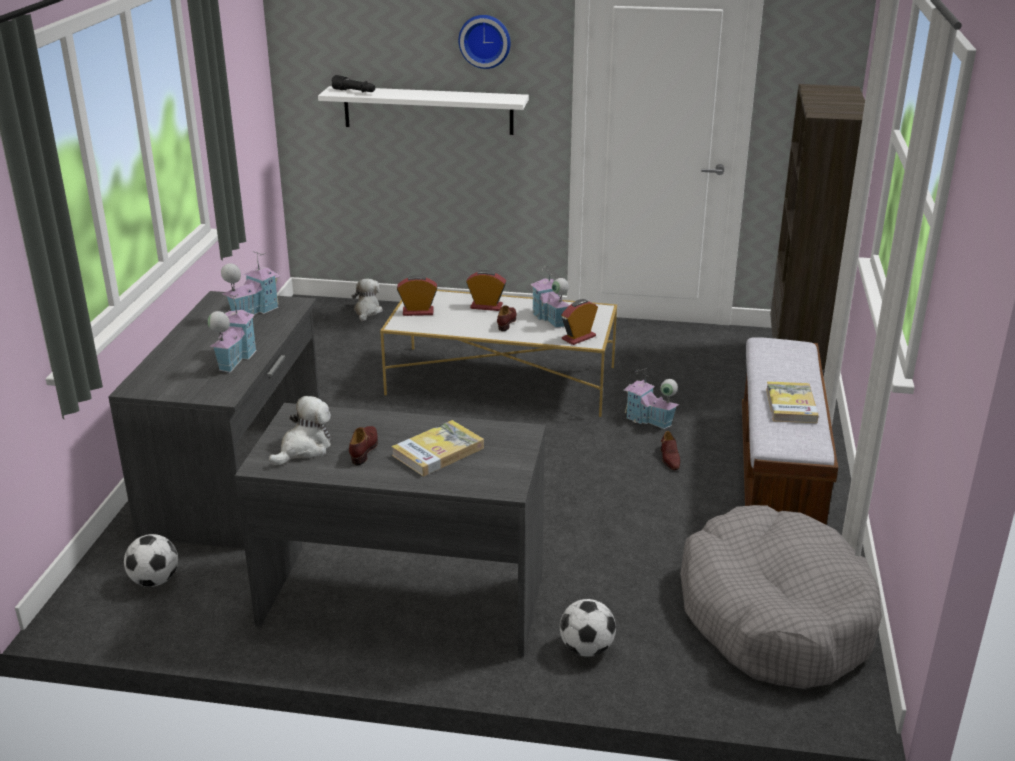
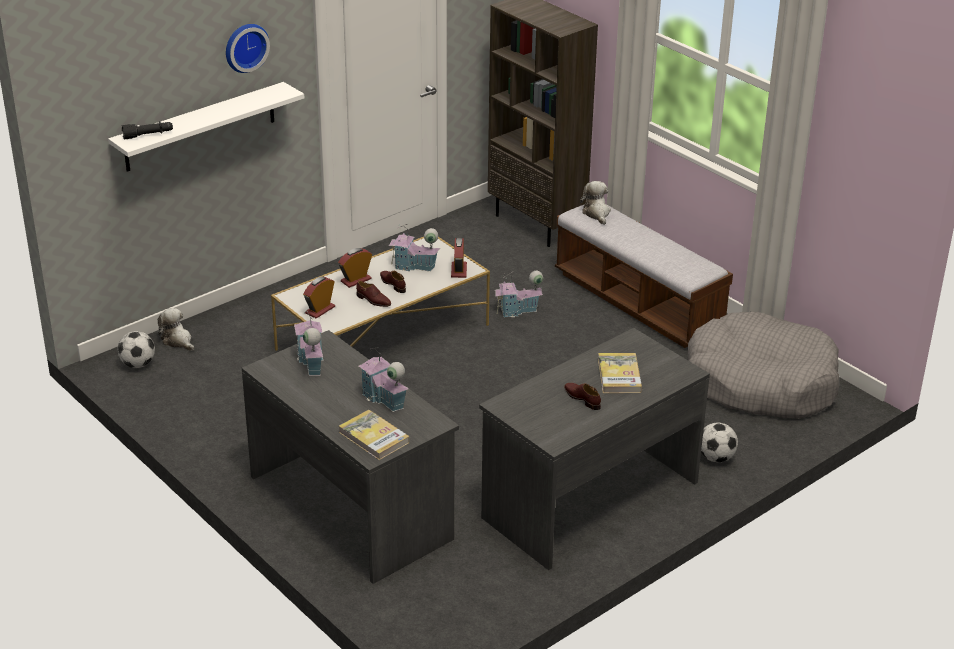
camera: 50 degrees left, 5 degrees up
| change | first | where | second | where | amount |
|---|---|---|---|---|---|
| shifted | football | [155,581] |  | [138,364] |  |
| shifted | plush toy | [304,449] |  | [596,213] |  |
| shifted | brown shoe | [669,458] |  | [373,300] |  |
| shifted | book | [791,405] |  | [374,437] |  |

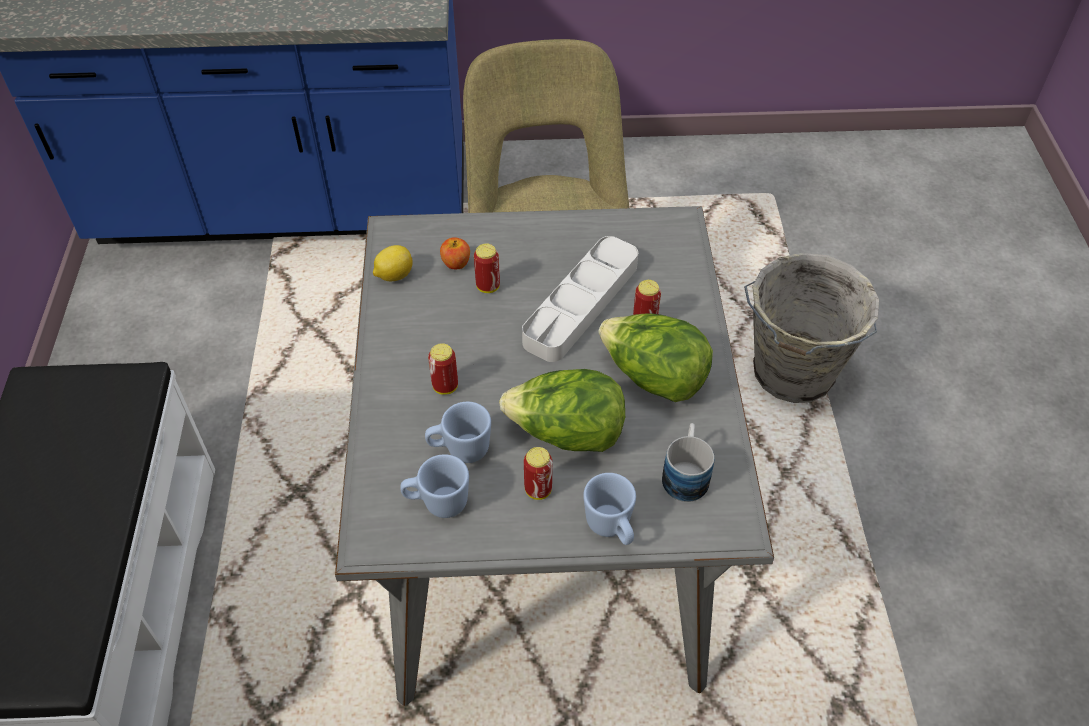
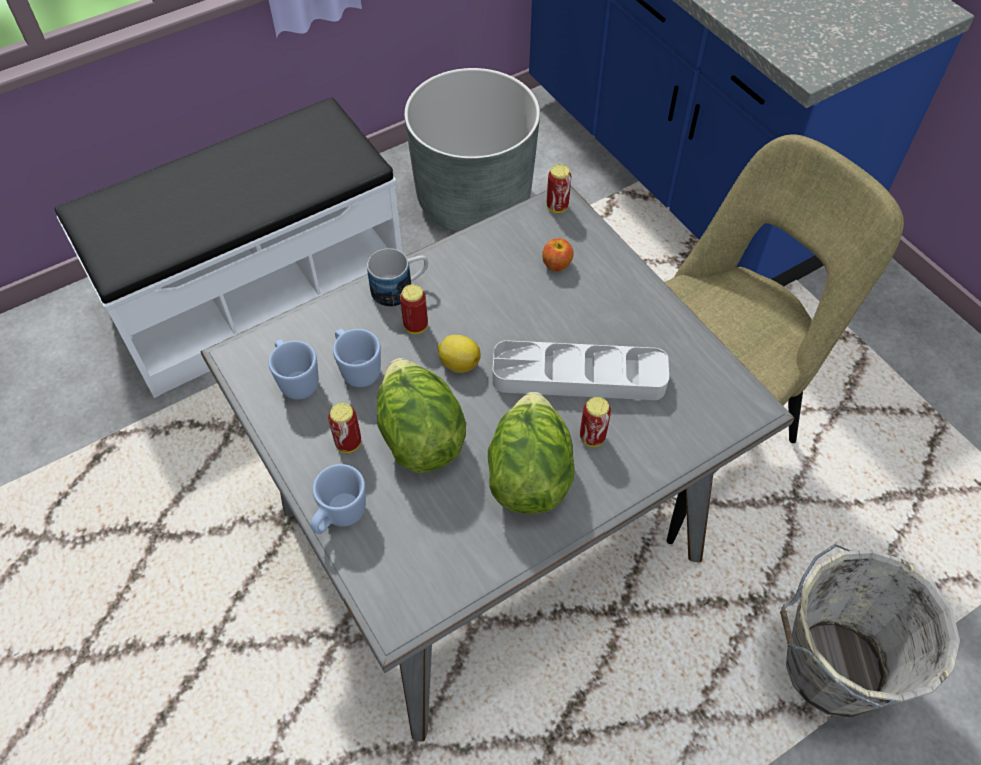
camera: 60 degrees right, 5 degrees up
| change | first | where | second | where | amount |
|---|---|---|---|---|---|
| new |  |  | grey planter | [473,199] |  |
| shifted | lemon | [394,275] |  | [458,363] |  |
| shifted | can | [488,287] |  | [557,207] |  |
| shifted | mug | [686,473] |  | [400,289] |  |

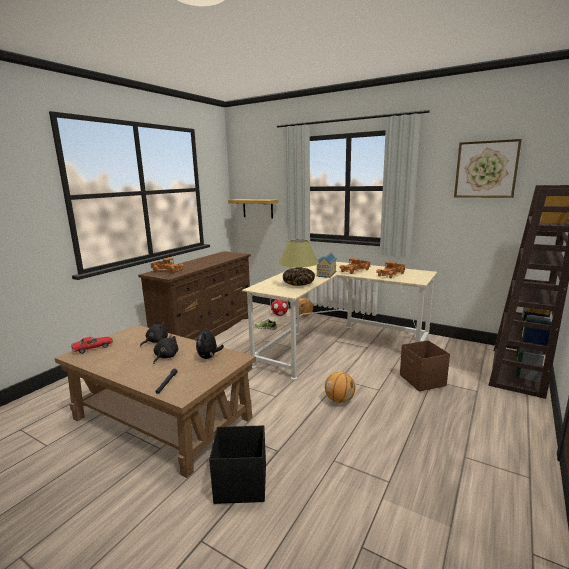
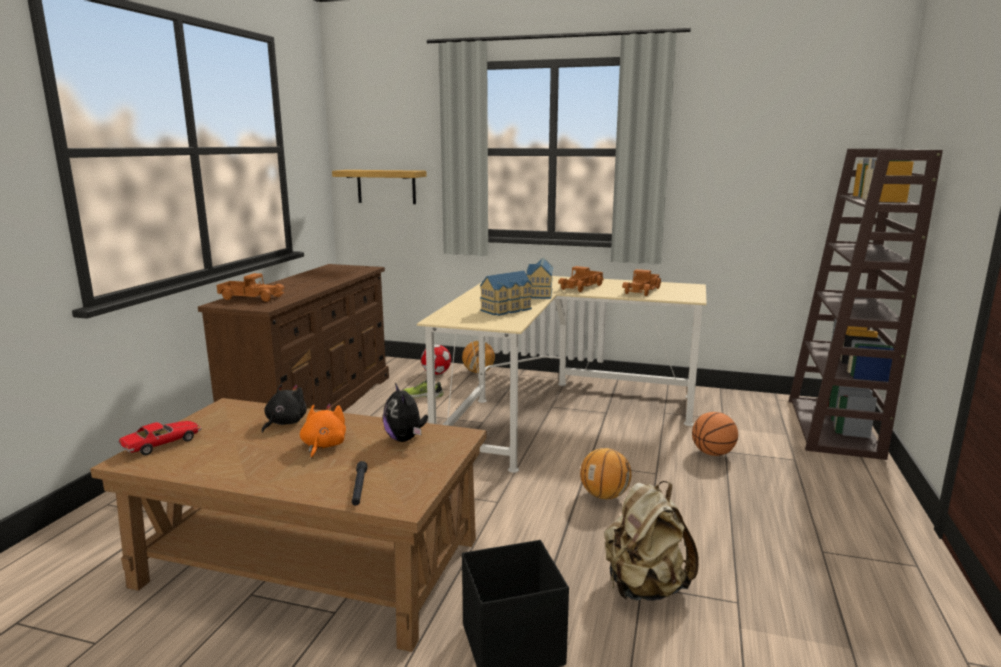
camera: 15 degrees left, 0 degrees up
| change | first | where | second | where | amount |
|---|---|---|---|---|---|
| gone | picture | [486,169] |  |  |  |
| new |  |  | beige backpack | [644,588] |  |
| swapped | table lamp | [299,283] | toy house | [508,309] |  |
| swapped | brown storage box | [422,381] | basketball | [712,453] |  |
| repainted | black plush toy | [165,357] | orange plush toy | [323,446] |  |

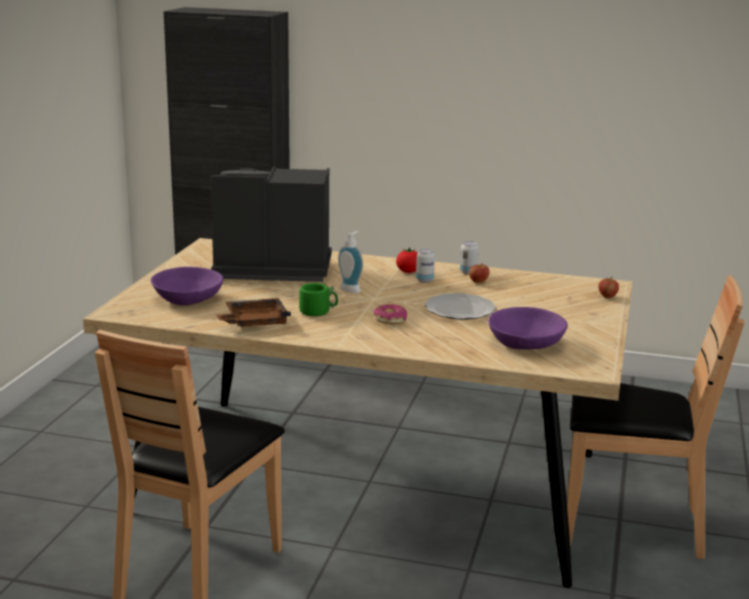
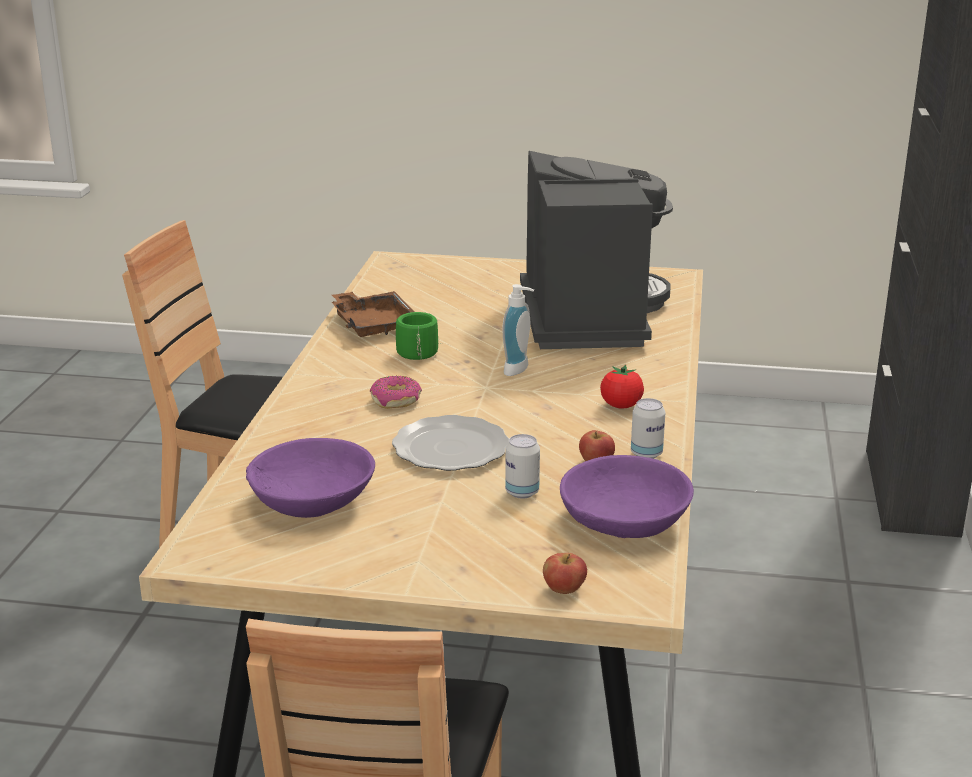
camera: 85 degrees right, 5 degrees up
| change | first | where | second | where | amount |
|---|---|---|---|---|---|
| shifted | purple bowl | [188,298] |  | [625,520] |  |
| shifted | can | [424,280] |  | [522,492] |  |

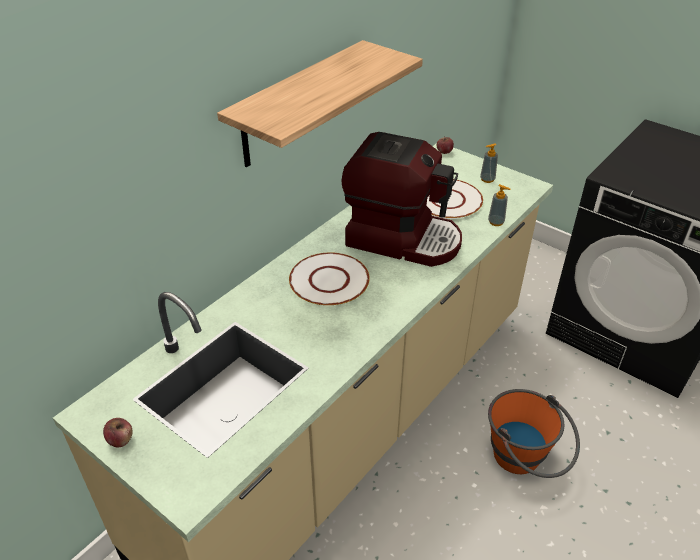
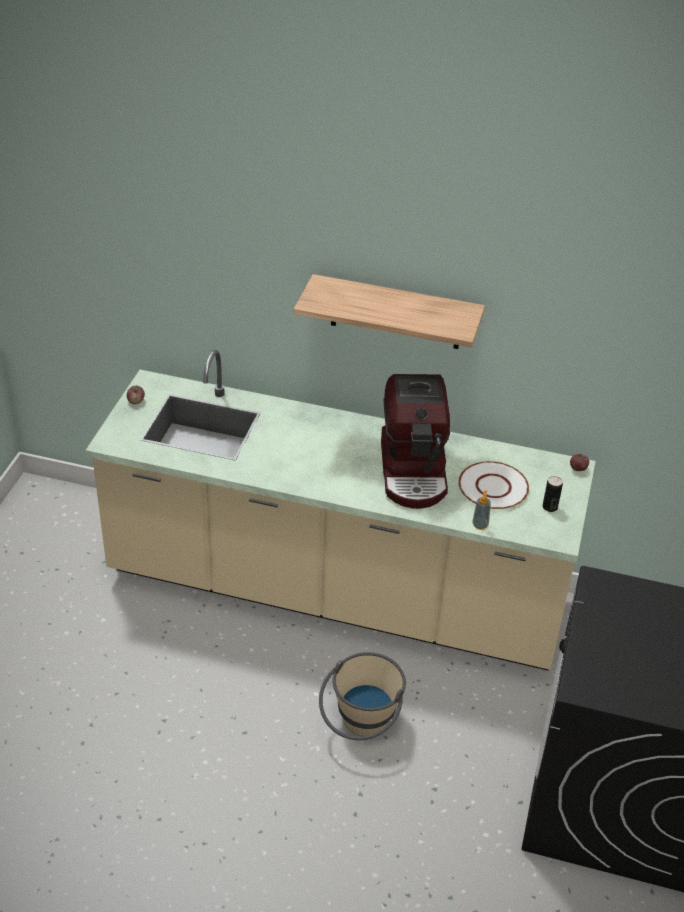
camera: 65 degrees right, 0 degrees up
| change | first | where | second | where | amount |
|---|---|---|---|---|---|
| gone | white plate | [329,281] |  |  |  |
| swapped | soap dispenser | [487,179] | can | [550,507] |  |
| repainted | orange bucket | [525,461] | beige bucket | [361,726] |  |

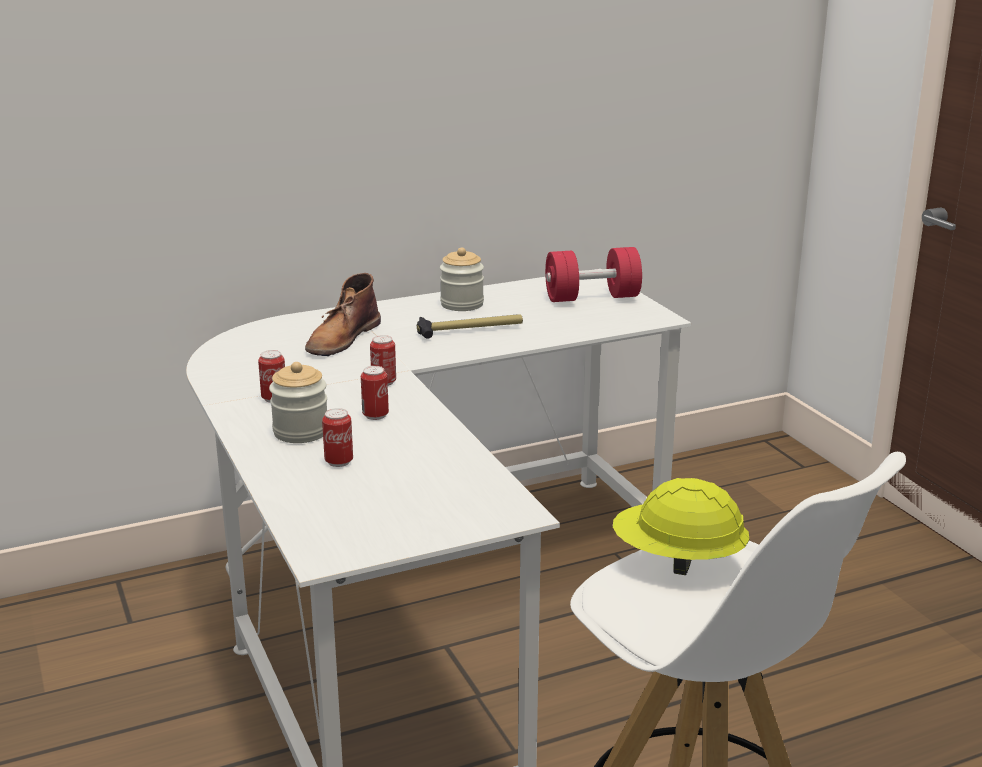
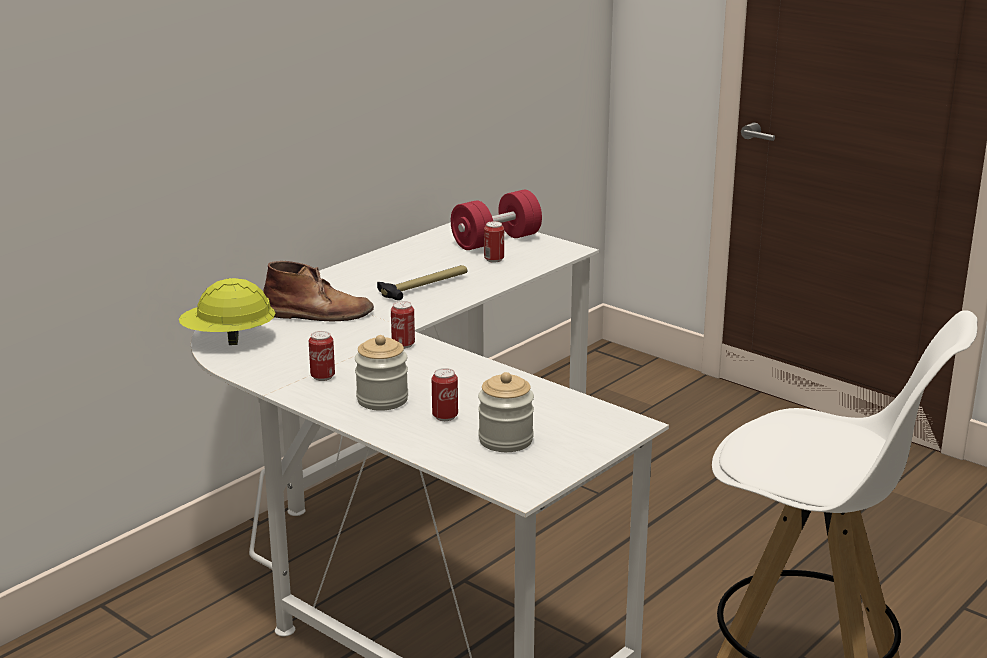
camera: 25 degrees left, 0 degrees up
| change | first | where | second | where | amount |
|---|---|---|---|---|---|
| shifted | can | [375,415] |  | [494,259] |  |
| shifted | jar | [462,304] |  | [505,440] |  |
| shifted | yellow hard hat | [677,561] |  | [229,339] |  |
| rotated | brown boot | [342,338] |  | [318,313] | 90 degrees counterclockwise |

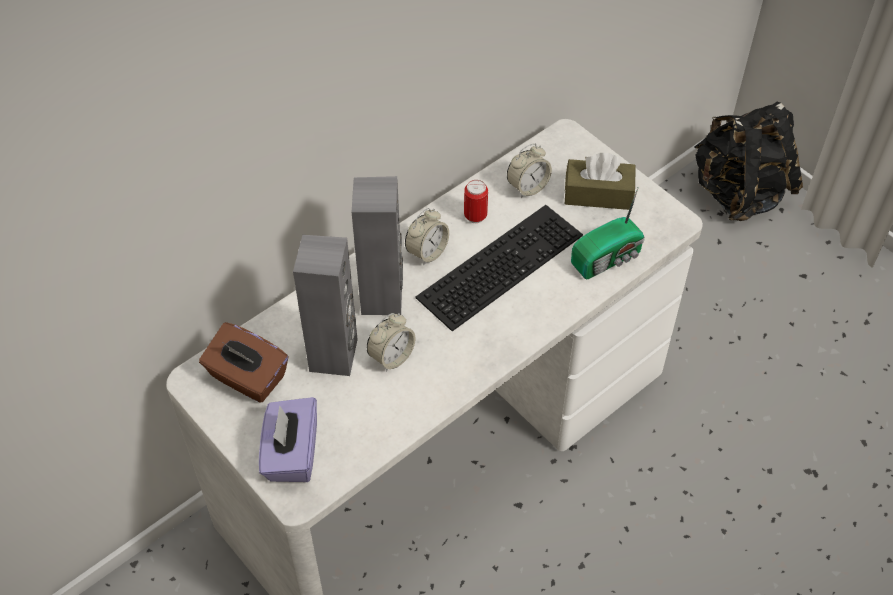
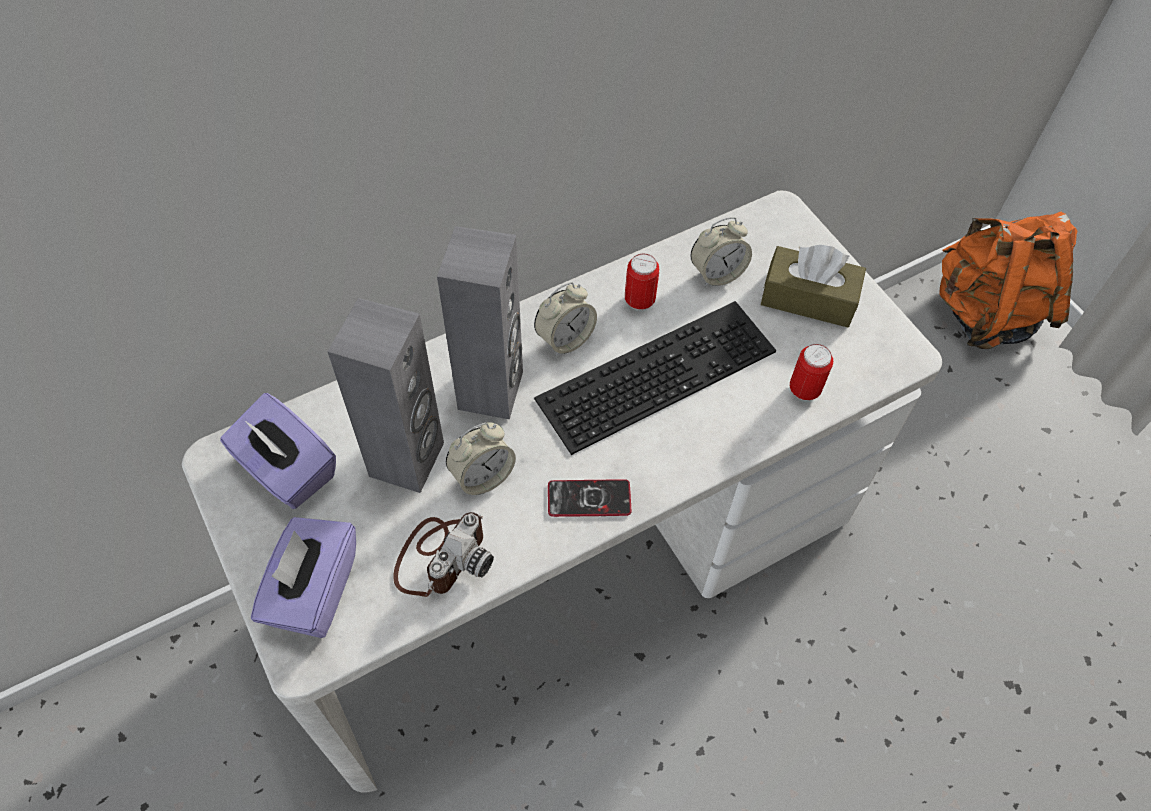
camera: 10 degrees right, 5 degrees up
| change | first | where | second | where | amount |
|---|---|---|---|---|---|
| new |  |  | photo camera | [442,556] |  |
| new |  |  | phone | [589,499] |  |
| swapped | radio | [608,258] | can | [804,390] |  |
| repainted | brown tissue box | [247,378] | purple tissue box | [287,470] |  |
| repainted | black backpack | [738,193] | orange backpack | [984,314] |  |

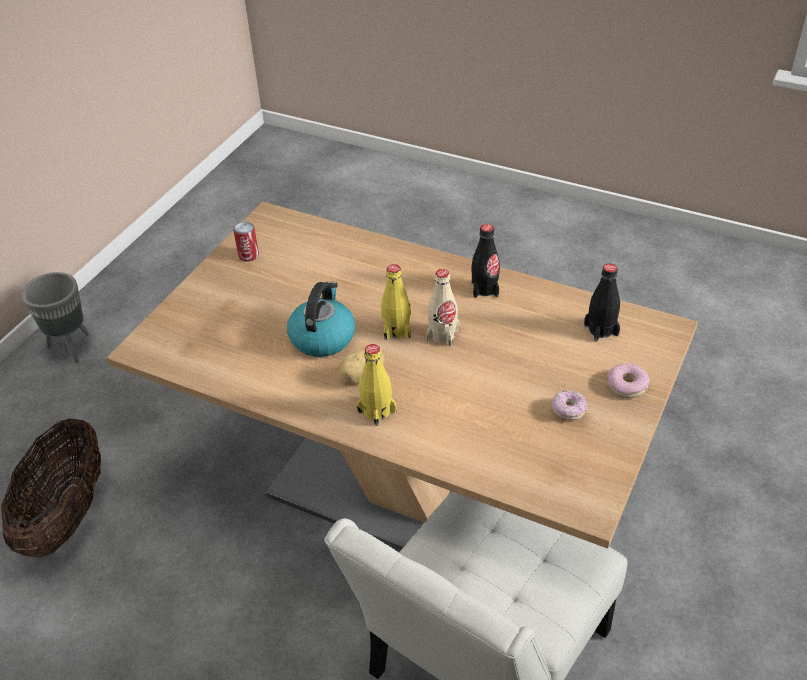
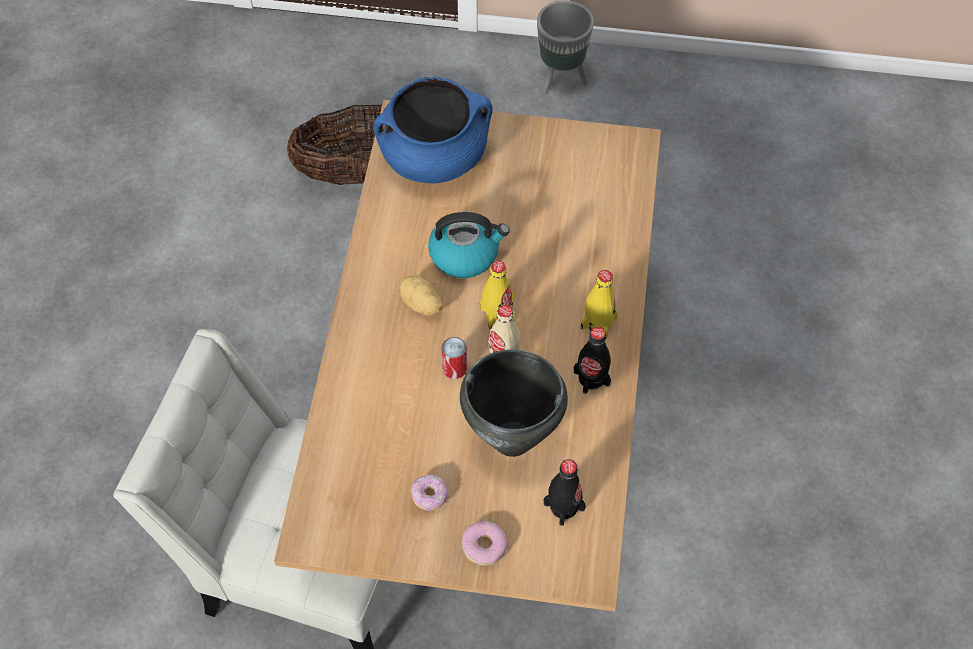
camera: 70 degrees right, 15 degrees up
| change | first | where | second | where | amount |
|---|---|---|---|---|---|
| new |  |  | blue cooking pot | [434,156] |  |
| new |  |  | black cooking pot | [513,440] |  |
| shifted | can | [248,255] |  | [454,368] |  |
| shifted | yellow bottle | [377,411] |  | [598,323] |  |

